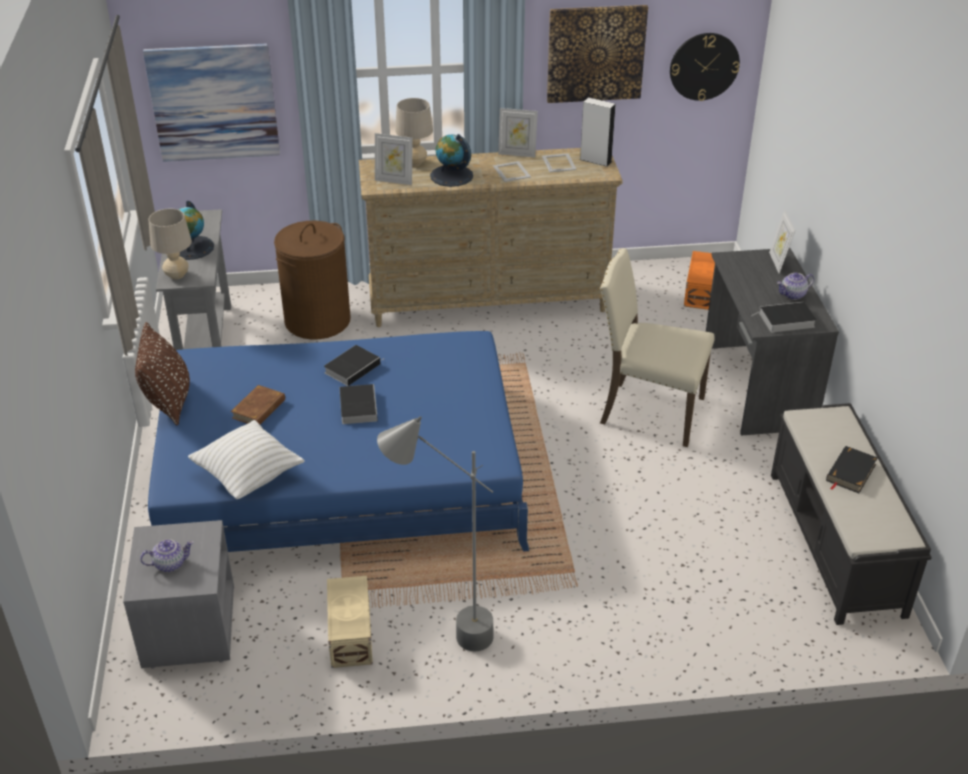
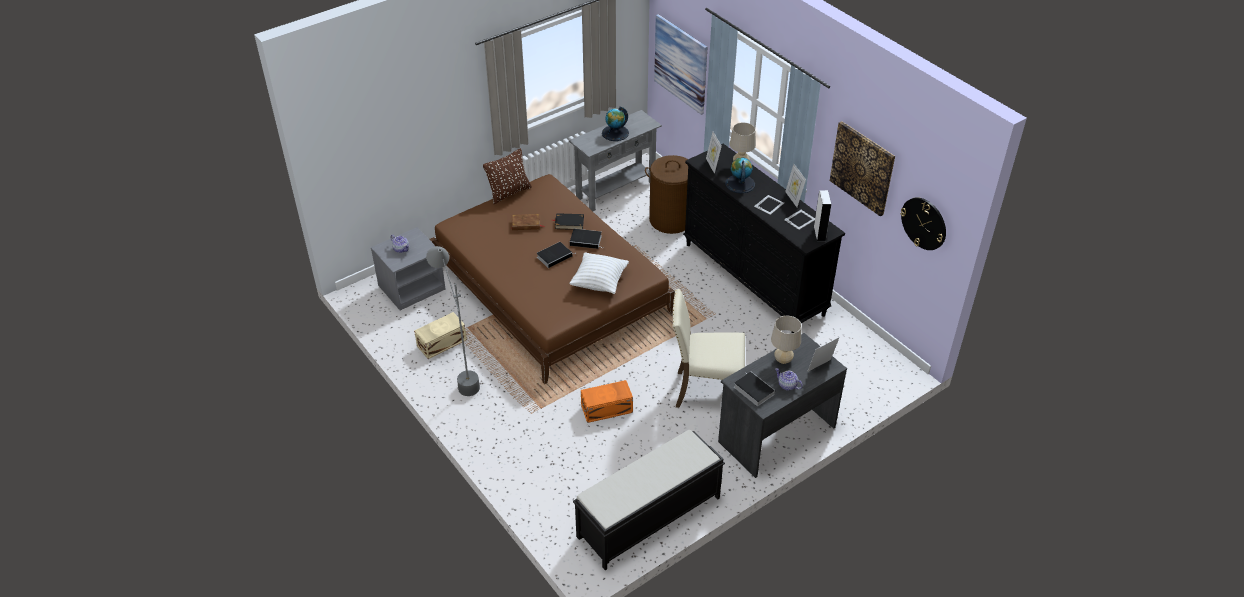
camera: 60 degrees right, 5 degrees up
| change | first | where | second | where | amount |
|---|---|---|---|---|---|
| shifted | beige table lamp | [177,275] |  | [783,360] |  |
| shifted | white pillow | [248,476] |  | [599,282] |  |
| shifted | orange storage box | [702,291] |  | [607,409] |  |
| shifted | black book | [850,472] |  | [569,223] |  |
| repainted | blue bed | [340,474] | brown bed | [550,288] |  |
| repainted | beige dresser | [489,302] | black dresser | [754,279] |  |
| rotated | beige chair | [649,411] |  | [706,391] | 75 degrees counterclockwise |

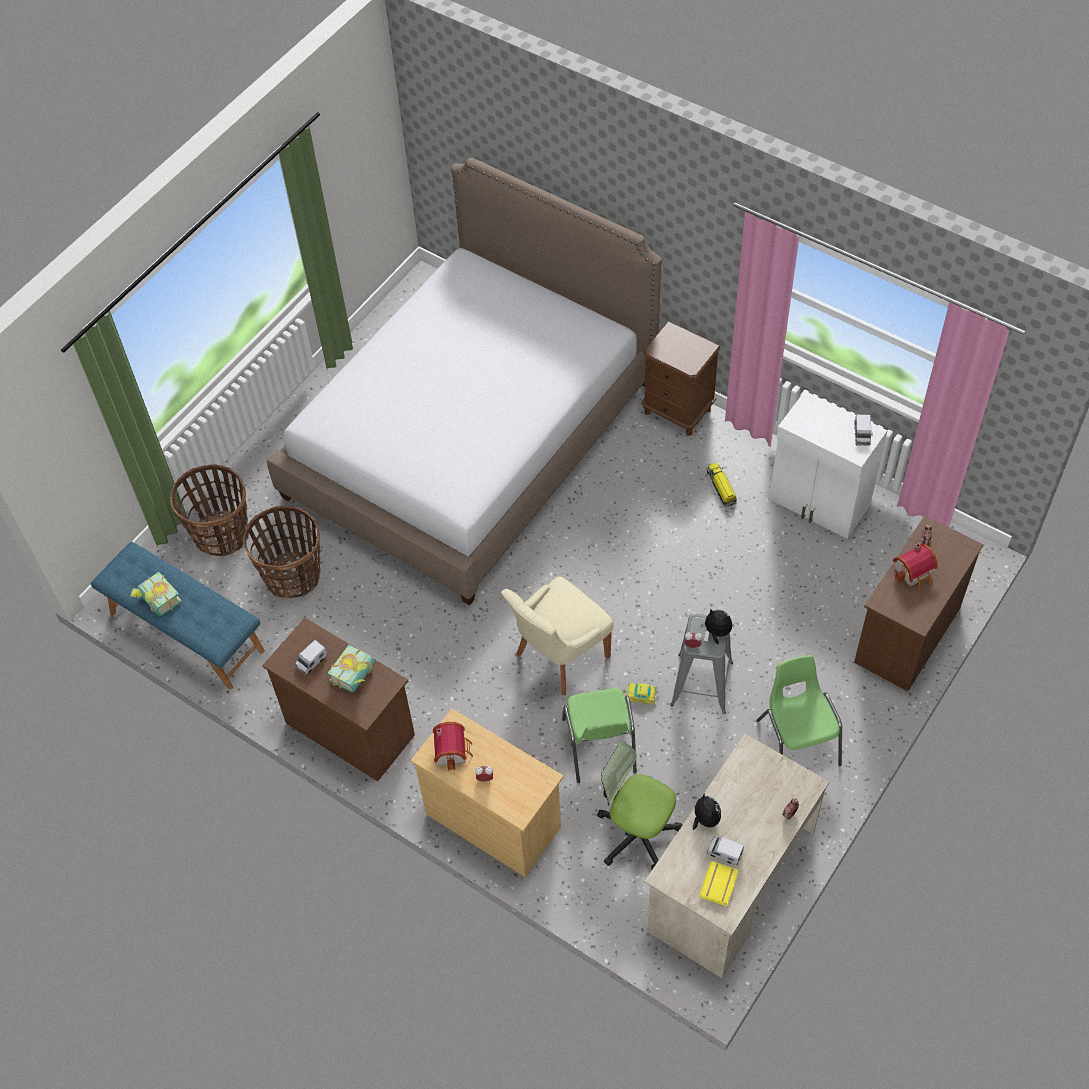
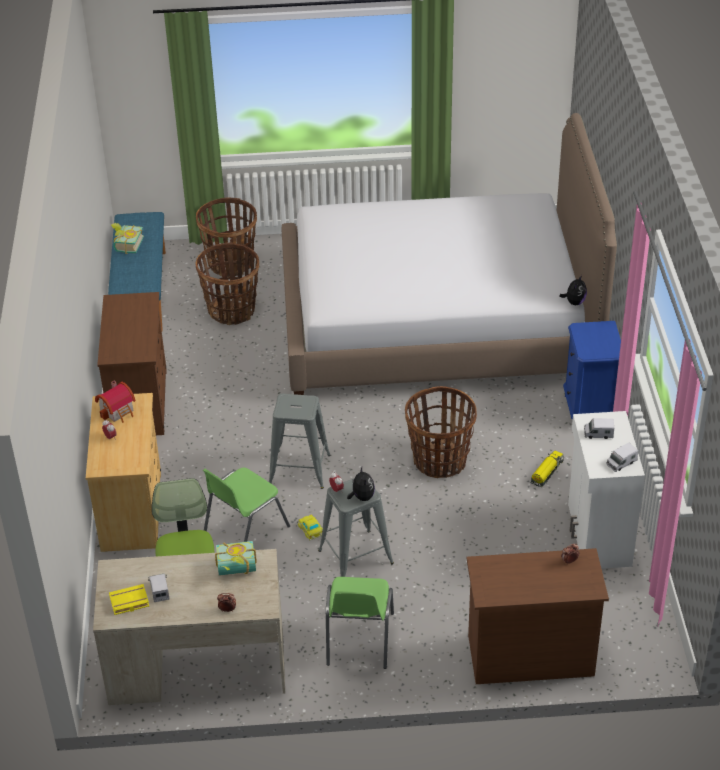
camera: 50 degrees right, 15 degrees down
| change | first | where | second | where | amount |
|---|---|---|---|---|---|
| gone | toy house | [915,573] |  |  |  |
| new |  |  | basket | [440,461] |  |
| shifted | toy truck | [311,661] |  | [598,434] |  |
| shifted | book | [357,676] |  | [236,570] |  |
| shifted | plush toy | [705,819] |  | [574,302] |  |
| swapped | beige chair | [559,657] | grey stool | [299,469] |  |
| repainted | brown nightstand | [677,411] | blue nightstand | [589,411] |  |
| rotated | green chair | [797,741] |  | [358,640] | 150 degrees clockwise |

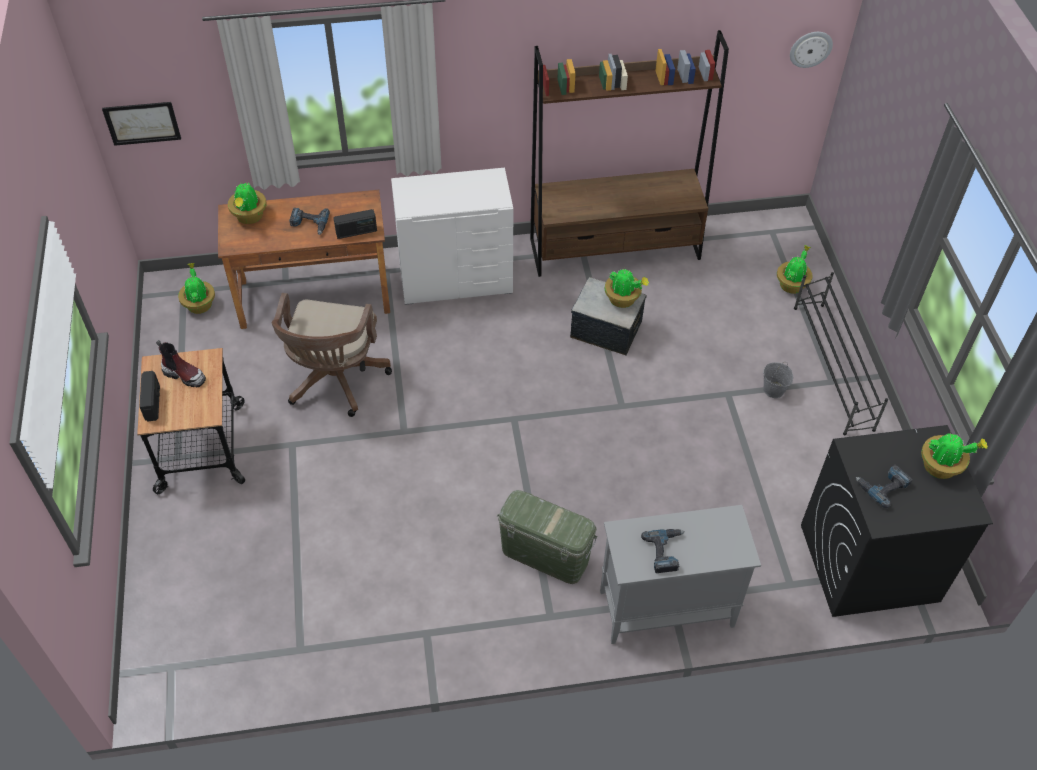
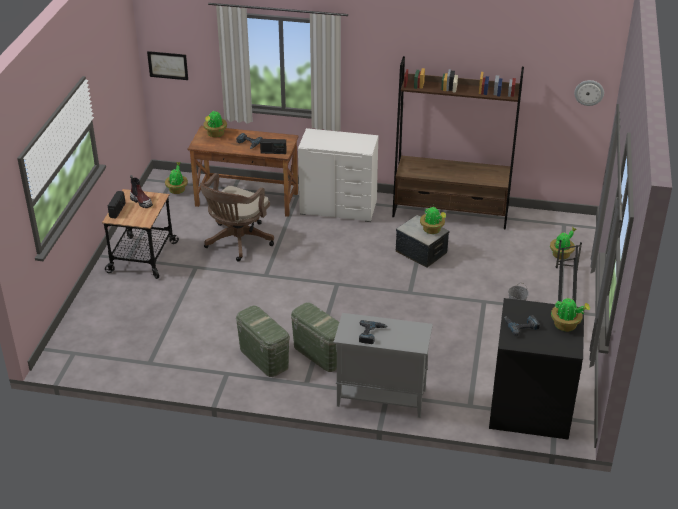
camera: 20 degrees right, 15 degrees down
| change | first | where | second | where | amount |
|---|---|---|---|---|---|
| new |  |  | green storage box | [263,358] |  |

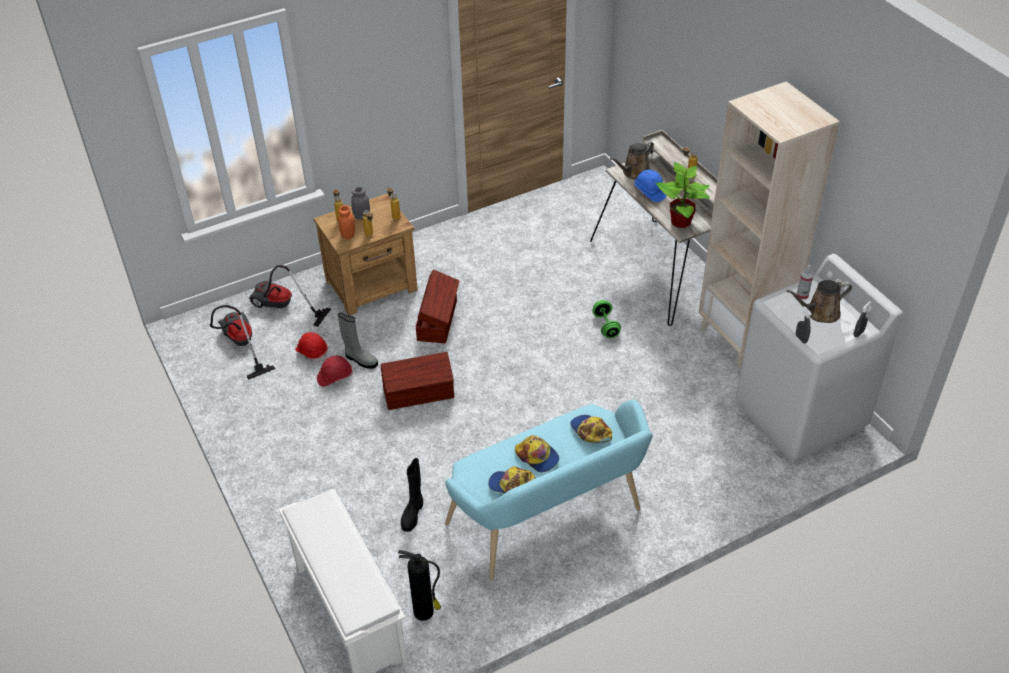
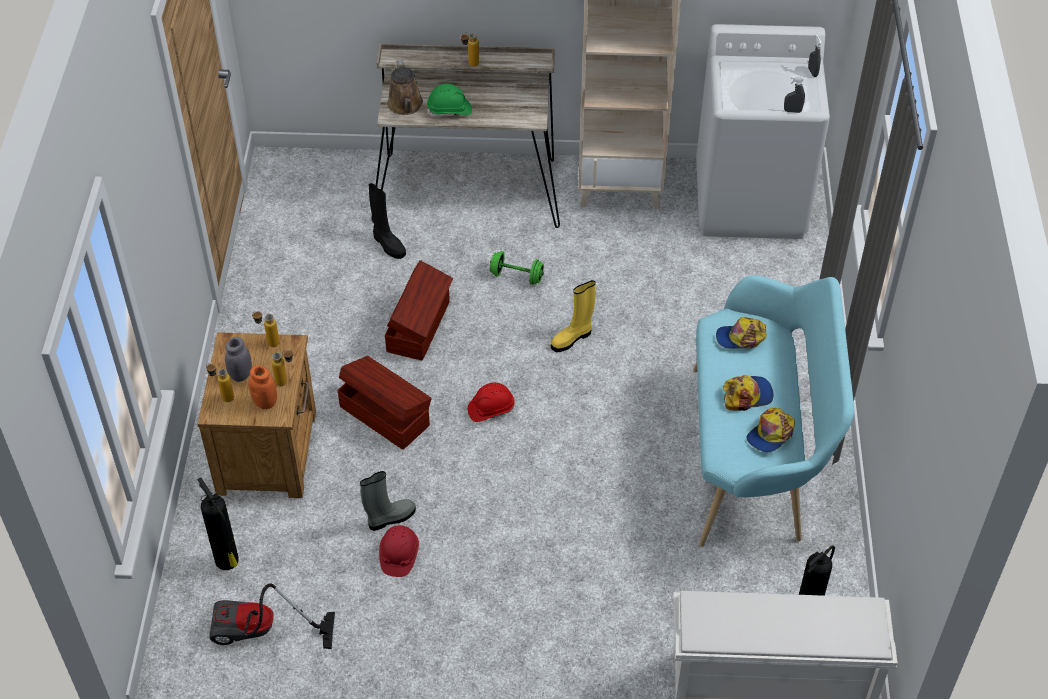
camera: 60 degrees left, 5 degrees up
| change | first | where | second | where | amount |
|---|---|---|---|---|---|
| gone | potted plant | [681,222] |  |  |  |
| gone | brown watering can | [819,313] |  |  |  |
| gone | spray bottle | [802,295] |  |  |  |
| new |  |  | yellow boot | [572,338] |  |
| shifted | red hard hat | [312,352] |  | [491,409] |  |
| shifted | brown storage box | [419,393] |  | [420,326] |  |
| shifted | black boot | [413,513] |  | [388,244] |  |
| swapped | vacuum cleaner | [282,308] | fire extinguisher | [227,561] |  |
| repainted | blue hard hat | [649,192] | green hard hat | [449,110] |  |

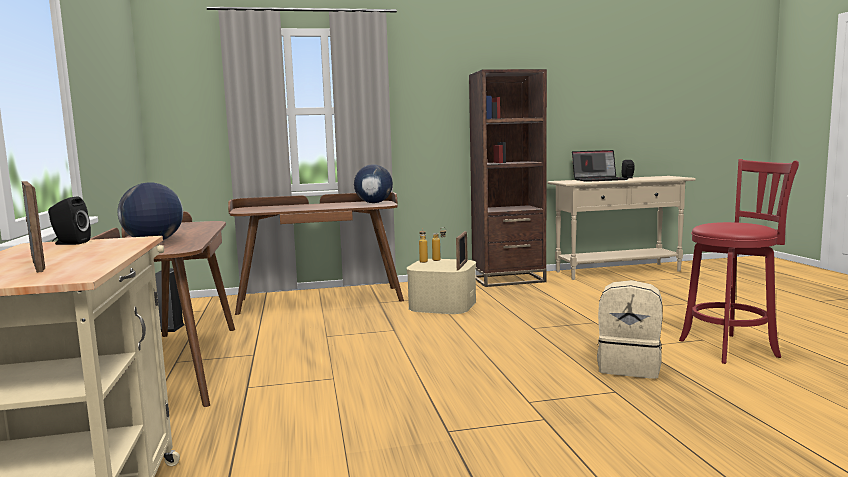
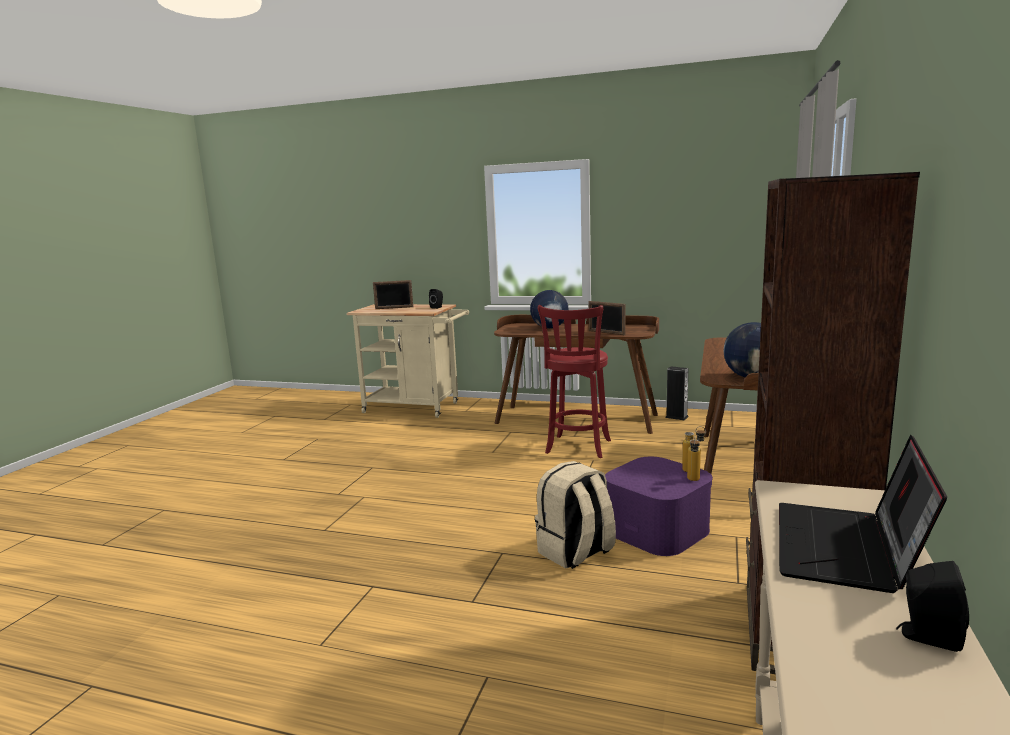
camera: 120 degrees right, 5 degrees up
| change | first | where | second | where | amount |
|---|---|---|---|---|---|
| shifted | picture frame | [462,265] |  | [606,333] |  |
| shifted | beige backpack | [629,367] |  | [575,553] |  |
| shifted | red stool | [732,348] |  | [577,448] |  |
| repainted | beige storage box | [442,304] | purple storage box | [657,529] |  |

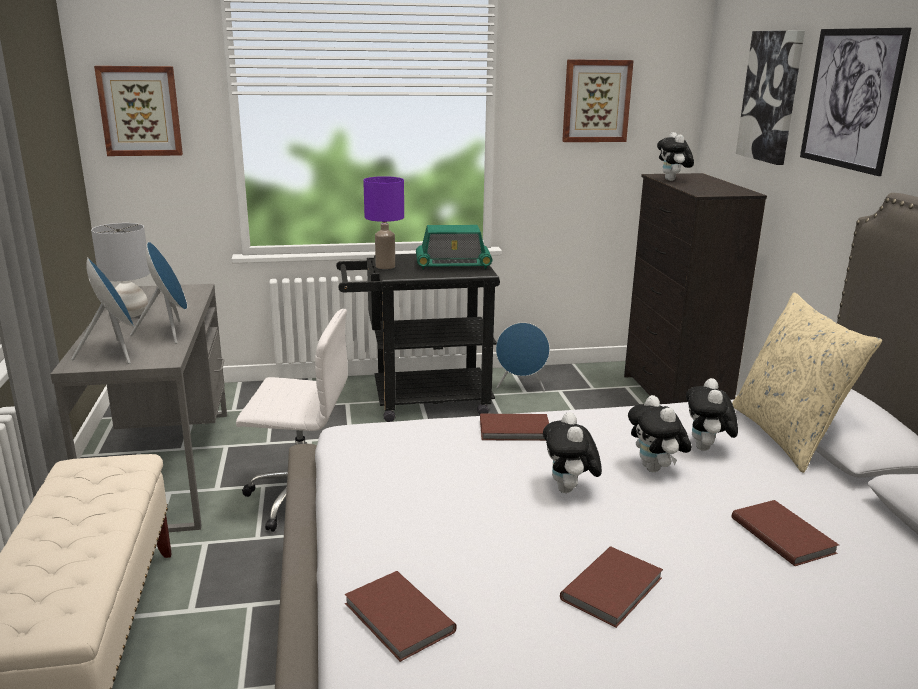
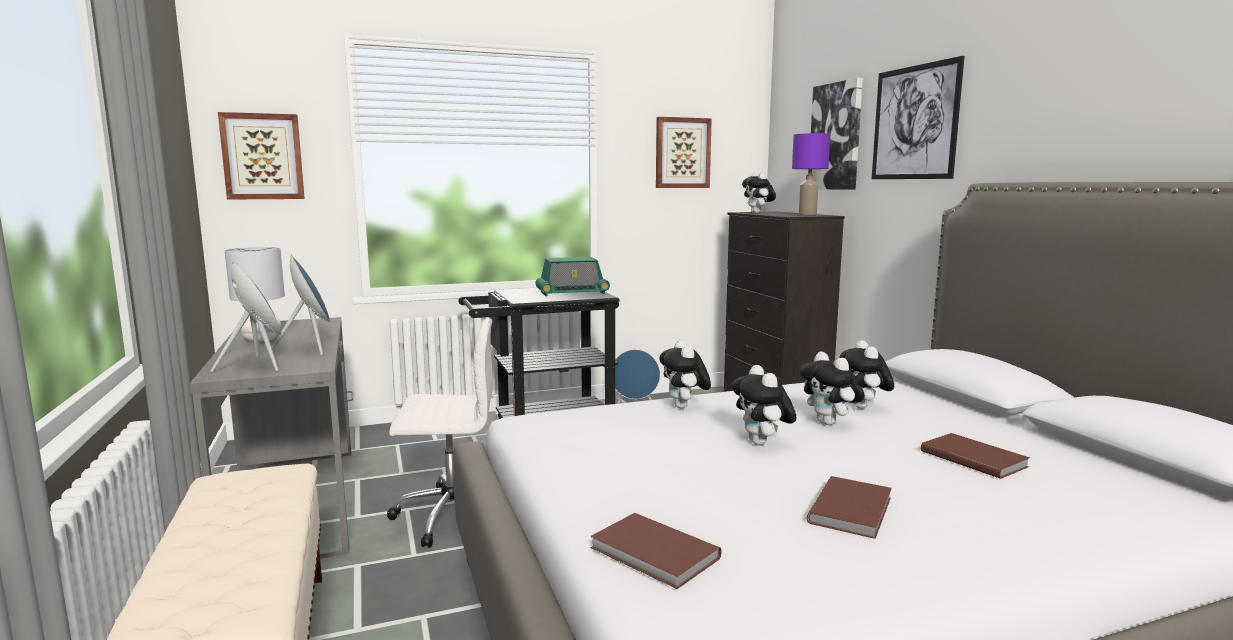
camera: 10 degrees left, 10 degrees down
| change | first | where | second | where | amount |
|---|---|---|---|---|---|
| gone | beige pillow | [787,436] |  |  |  |
| shifted | purple table lamp | [384,266] |  | [807,214] |  |
| swapped | brown book | [515,430] | plush toy | [684,407] |  |

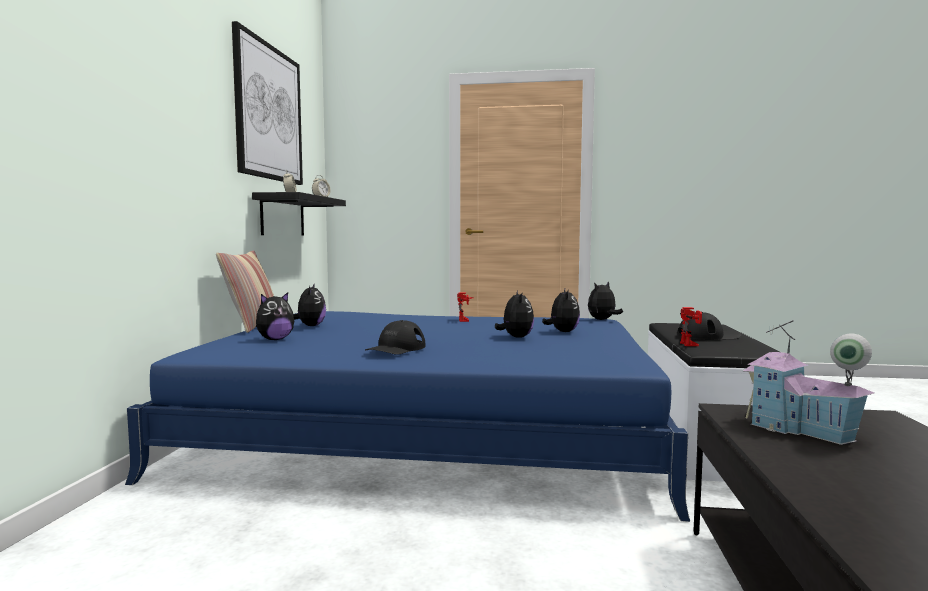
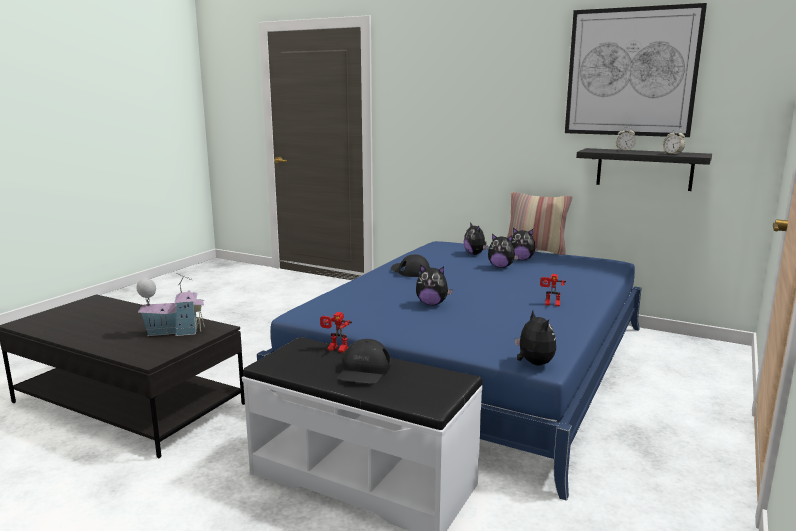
camera: 110 degrees right, 10 degrees up
| change | first | where | second | where | amount |
|---|---|---|---|---|---|
| shifted | plush toy | [562,332] |  | [501,267] |  |

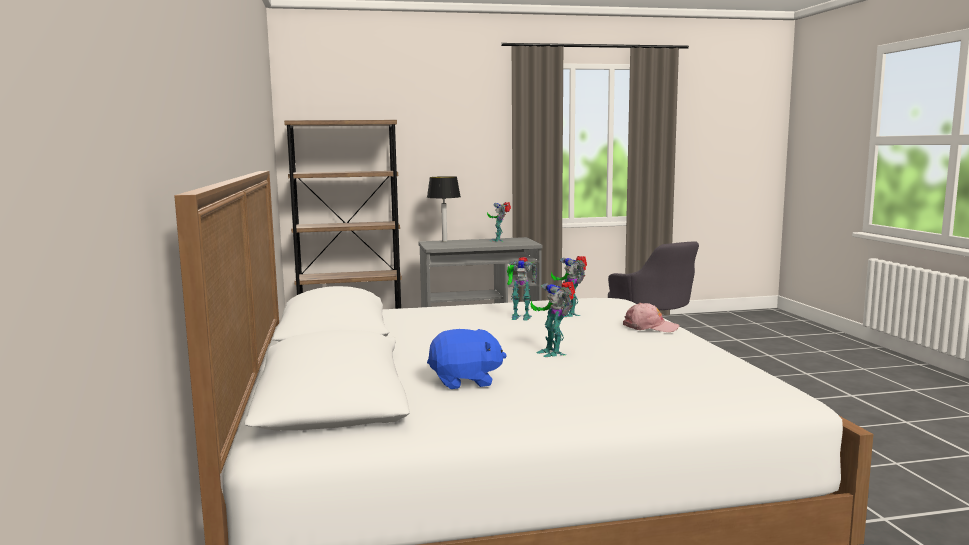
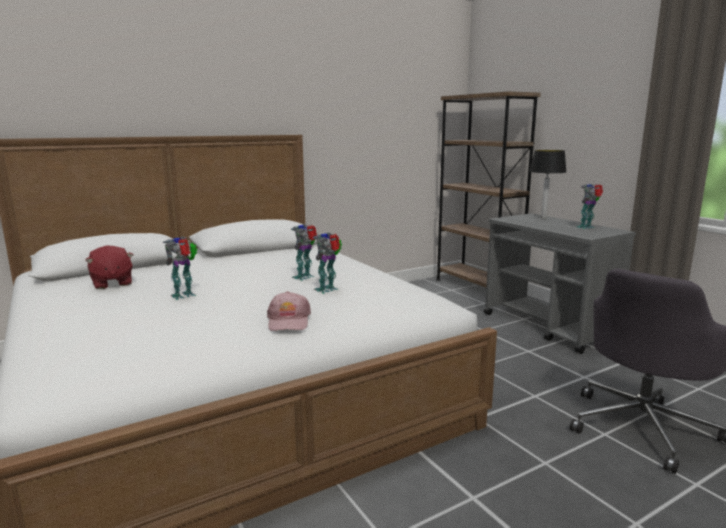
camera: 70 degrees right, 5 degrees up
| change | first | where | second | where | amount |
|---|---|---|---|---|---|
| repainted | blue plush toy | [465,381] | red plush toy | [111,283] |  |
| rotated | toy robot | [520,317] |  | [305,277] | 45 degrees clockwise |

